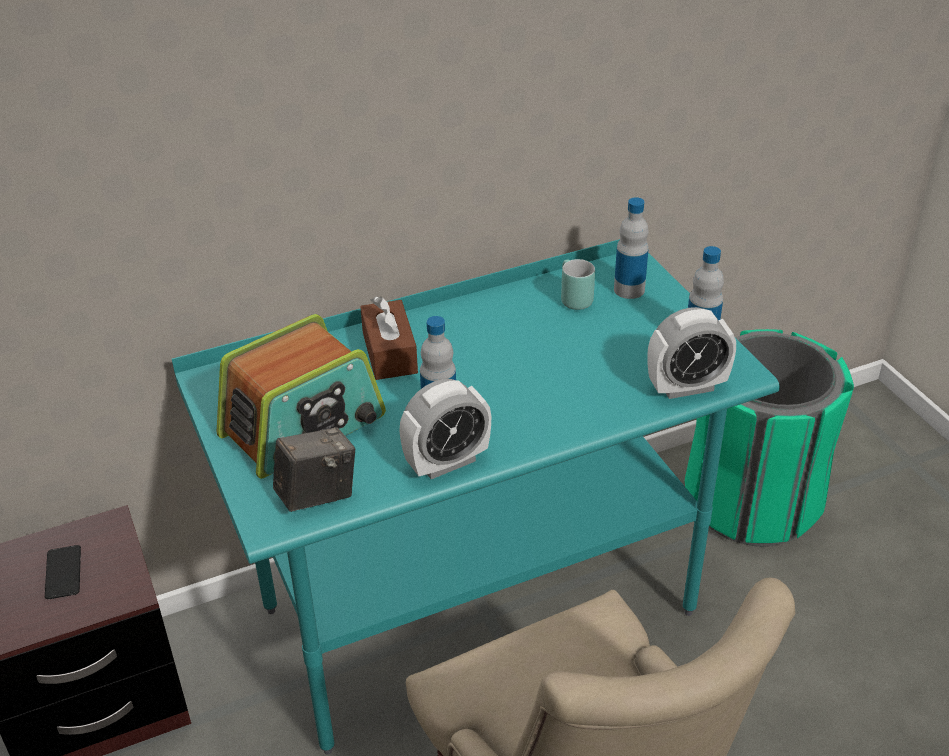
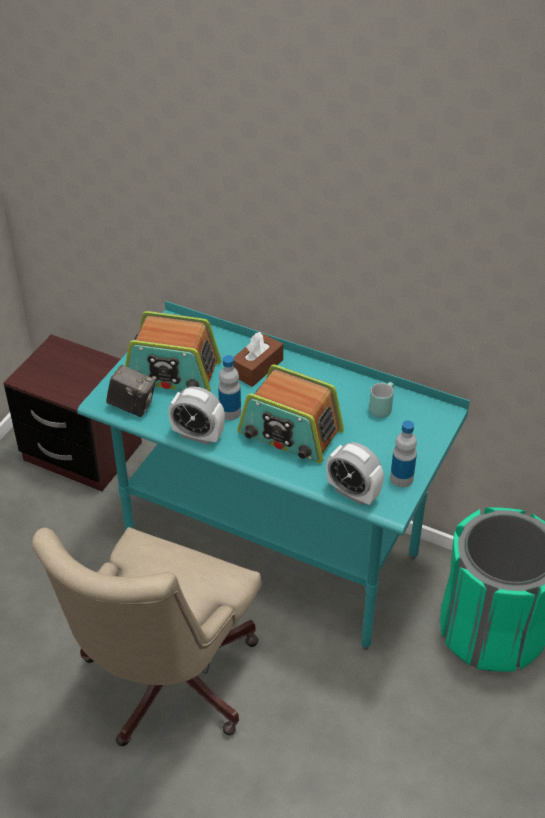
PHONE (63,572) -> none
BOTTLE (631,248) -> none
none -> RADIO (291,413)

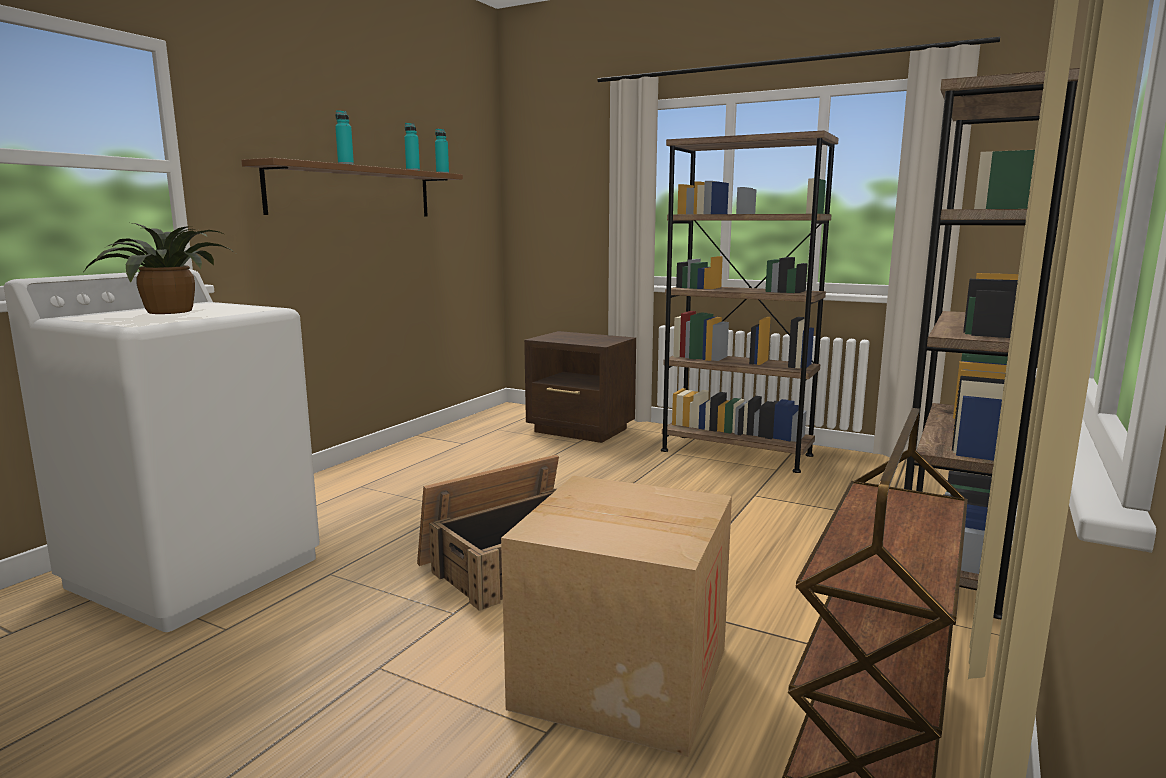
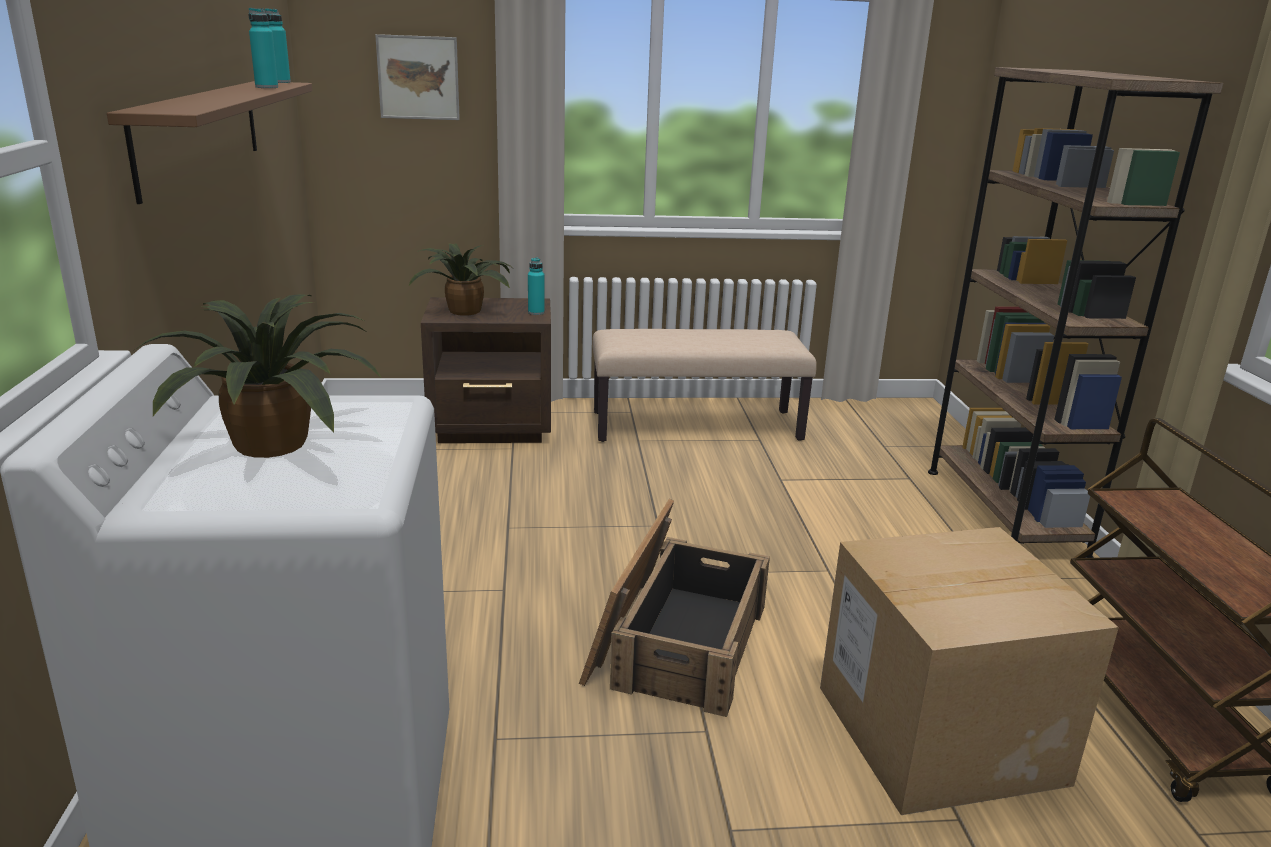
none -> PICTURE (417,77)
none -> POTTED PLANT (462,279)
TURQUOISE BOTTLE (344,137) -> TURQUOISE BOTTLE (536,286), shifted
BROWN BOOKCASE (750,301) -> BEIGE BENCH (704,385)

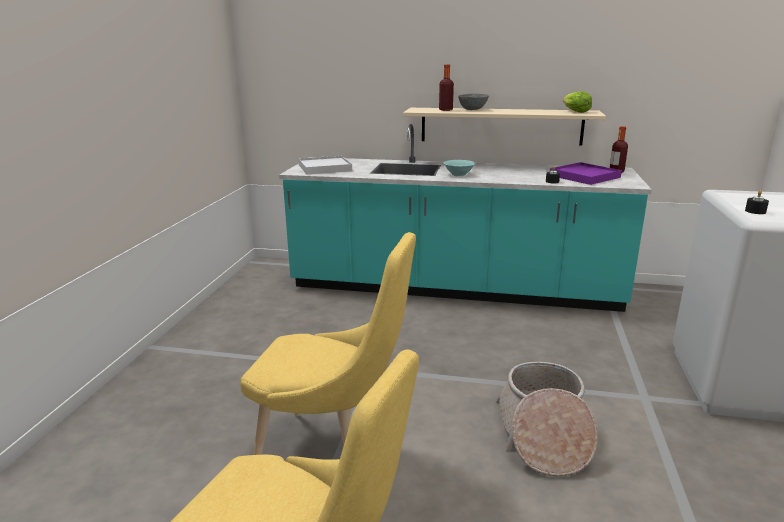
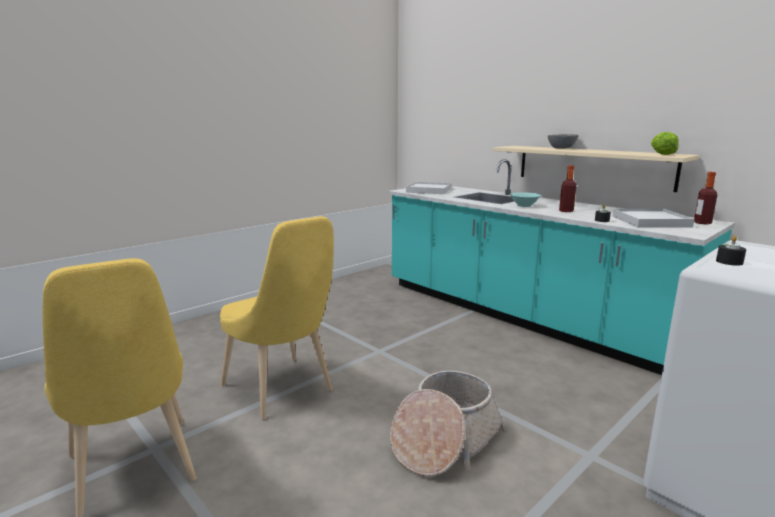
BOTTLE (446,87) -> BOTTLE (568,188), shifted
PURPLE TRAY (586,173) -> WHITE TRAY (653,218)

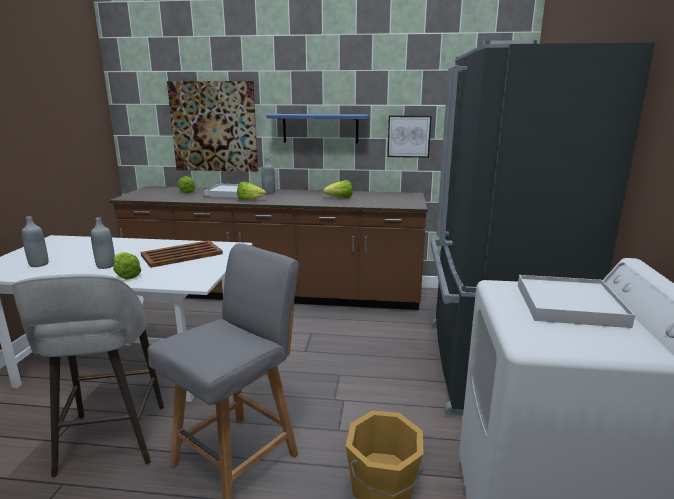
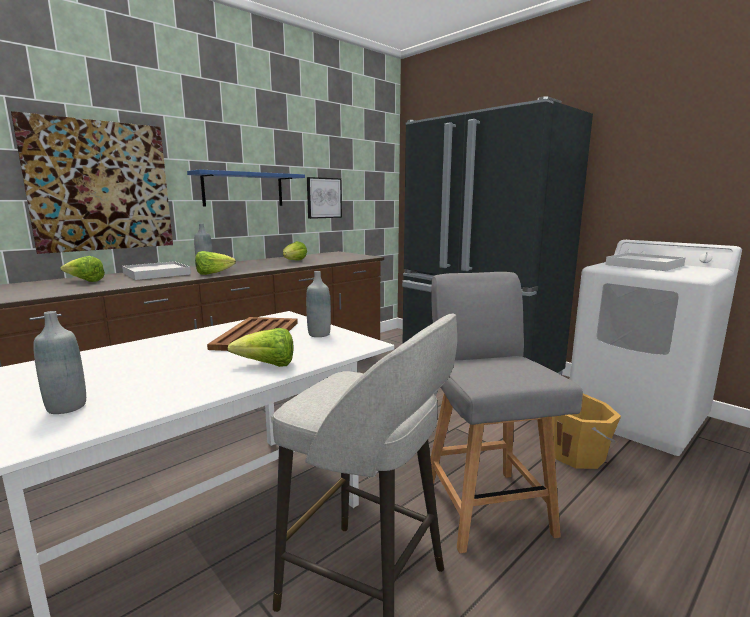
GREY BOTTLE (103,243) -> GREY BOTTLE (318,304), shifted

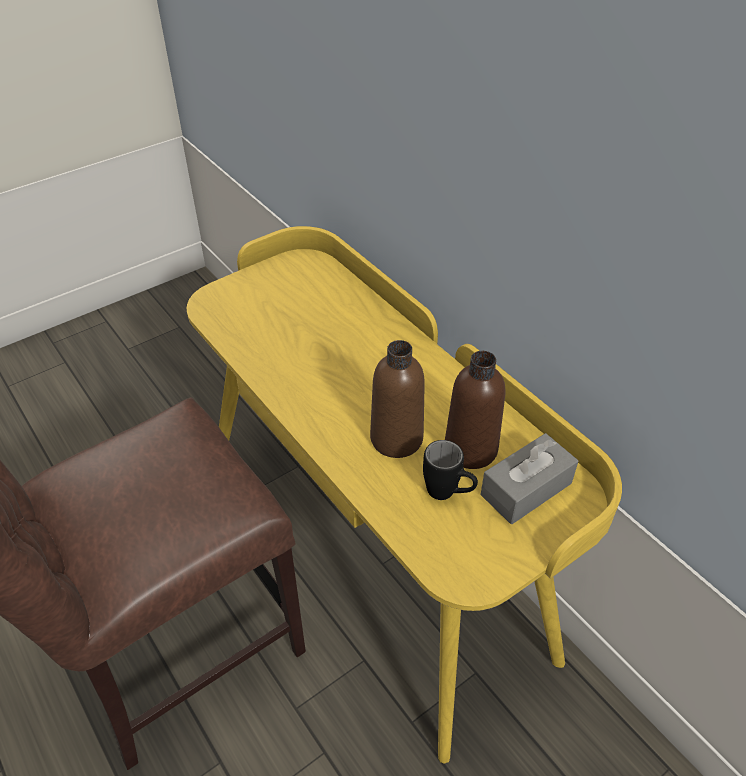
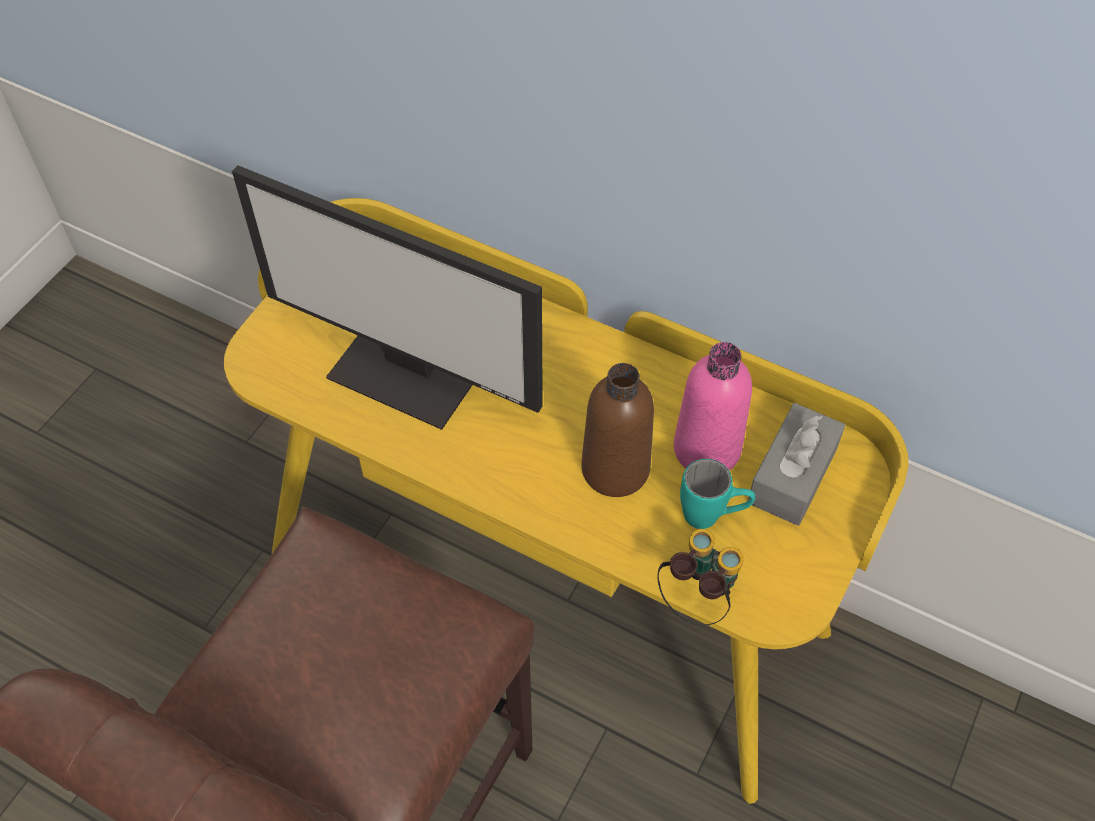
none -> MONITOR (387,297)
none -> BINOCULARS (700,577)
BLACK MUG (450,470) -> TURQUOISE MUG (717,494)
BROWN BOTTLE (475,410) -> PINK BOTTLE (713,406)

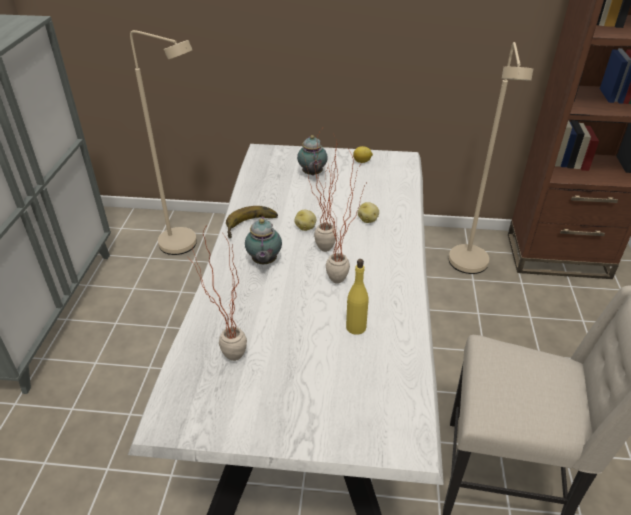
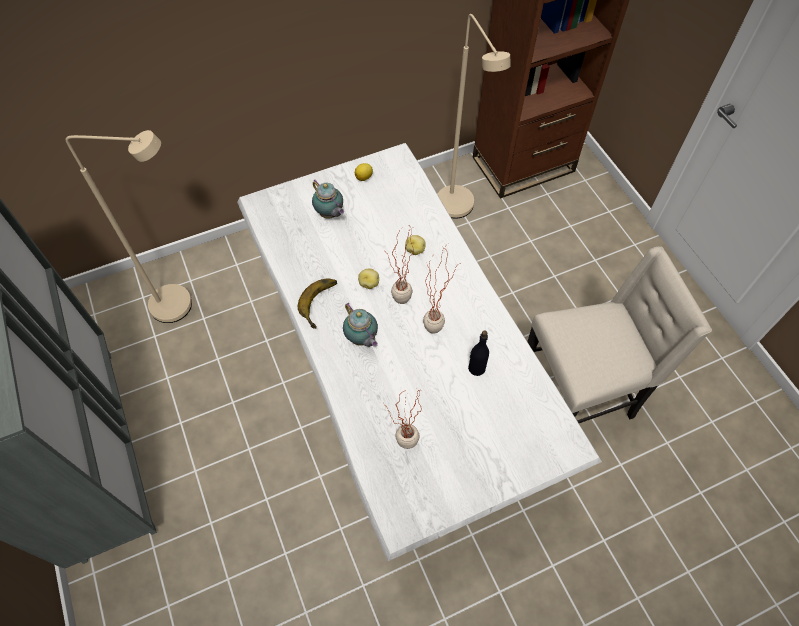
YELLOW BOTTLE (357,297) -> BLACK BOTTLE (478,353)

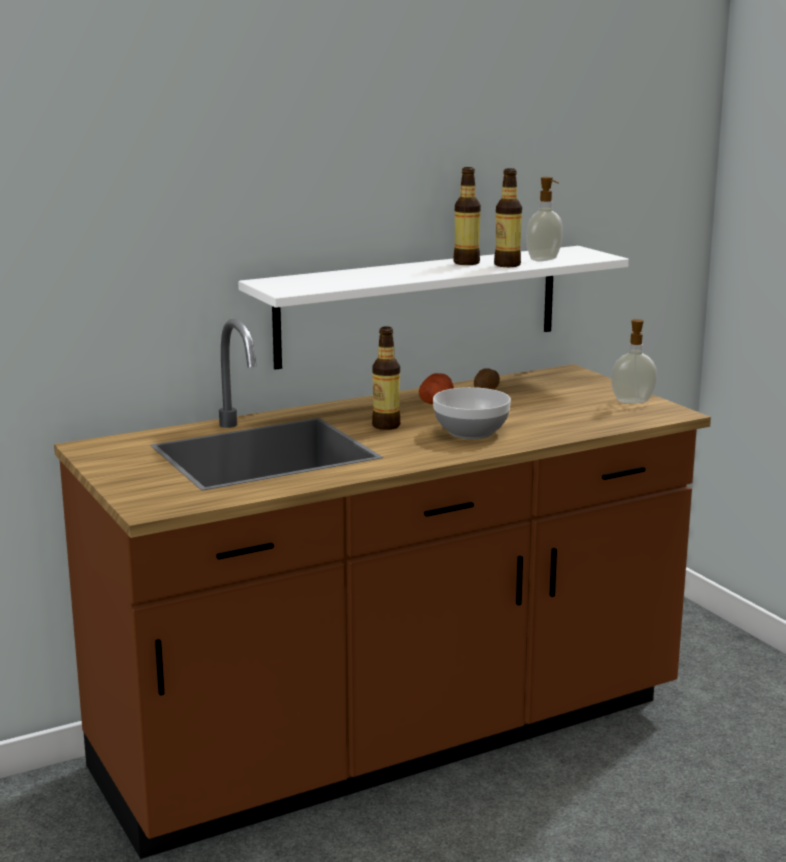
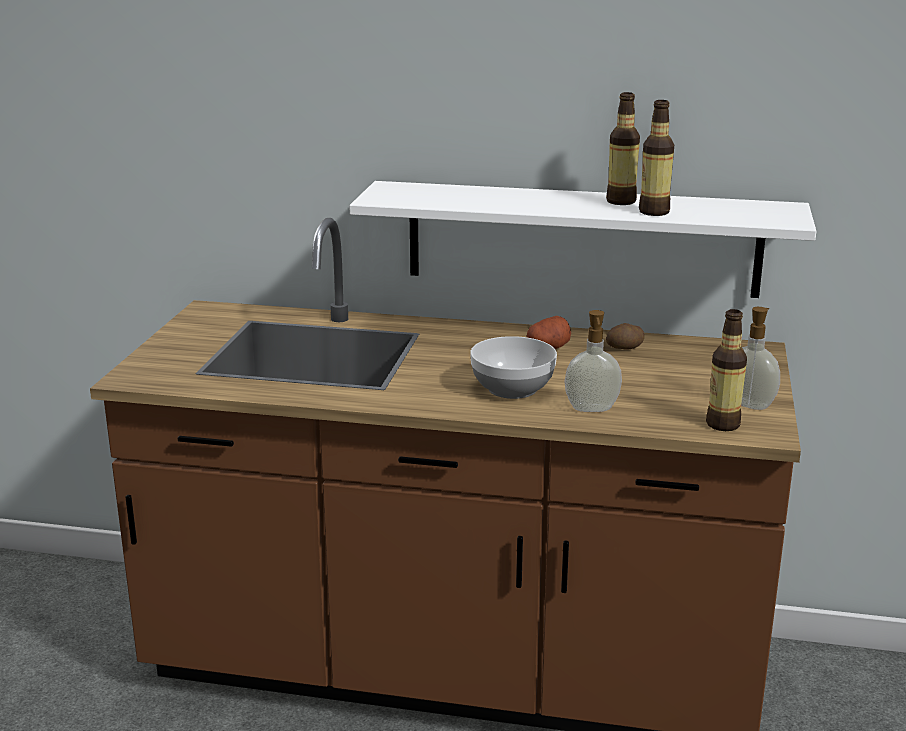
BOTTLE (386,378) -> BOTTLE (726,370), shifted
SOAP DISPENSER (544,219) -> SOAP DISPENSER (593,361), shifted

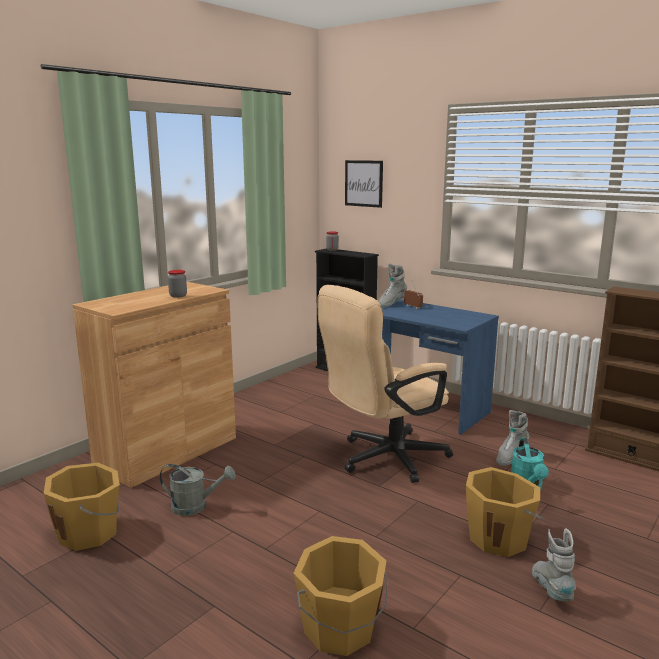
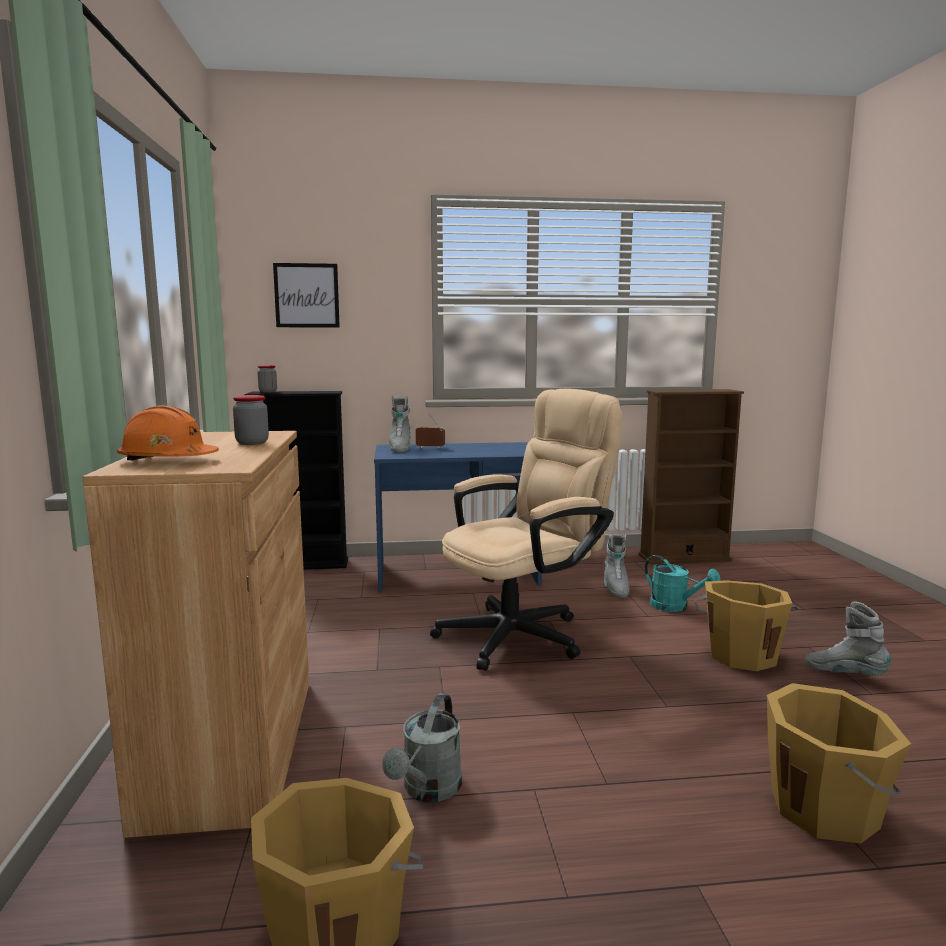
none -> ORANGE HARD HAT (168,433)
GREY WATERING CAN (197,490) -> GREY WATERING CAN (422,747), 150 degrees clockwise
BEIGE OFFICE CHAIR (385,384) -> BEIGE OFFICE CHAIR (526,530), 135 degrees counterclockwise

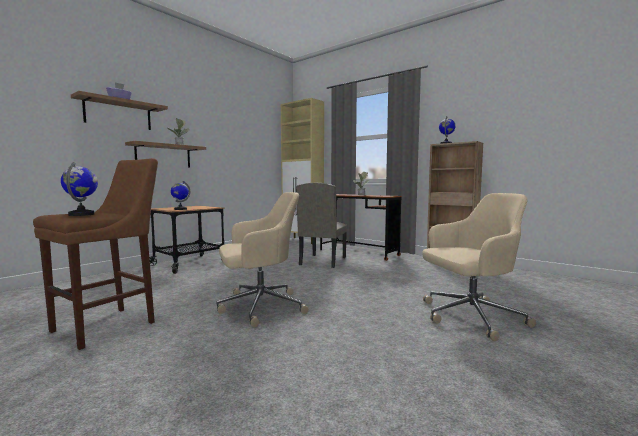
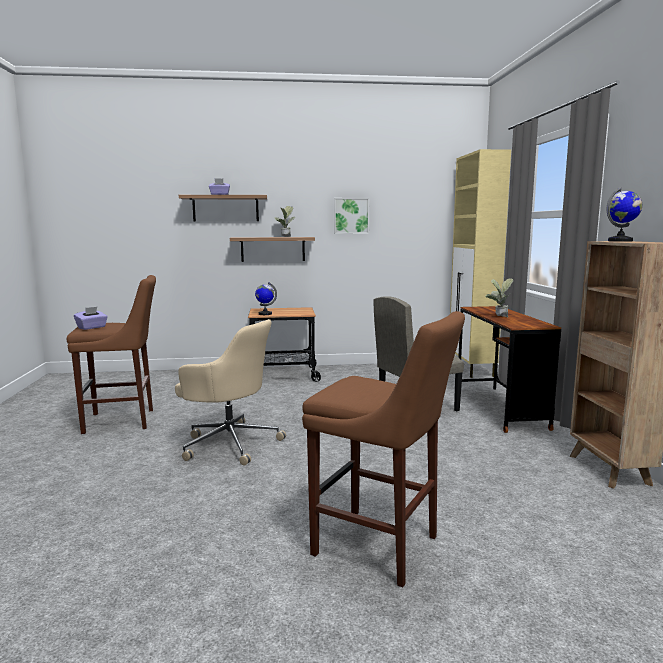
none -> PICTURE (351,216)
GLOBE (79,189) -> PURPLE TISSUE BOX (91,318)
BEIGE OFFICE CHAIR (479,267) -> BROWN STOOL (383,449)

